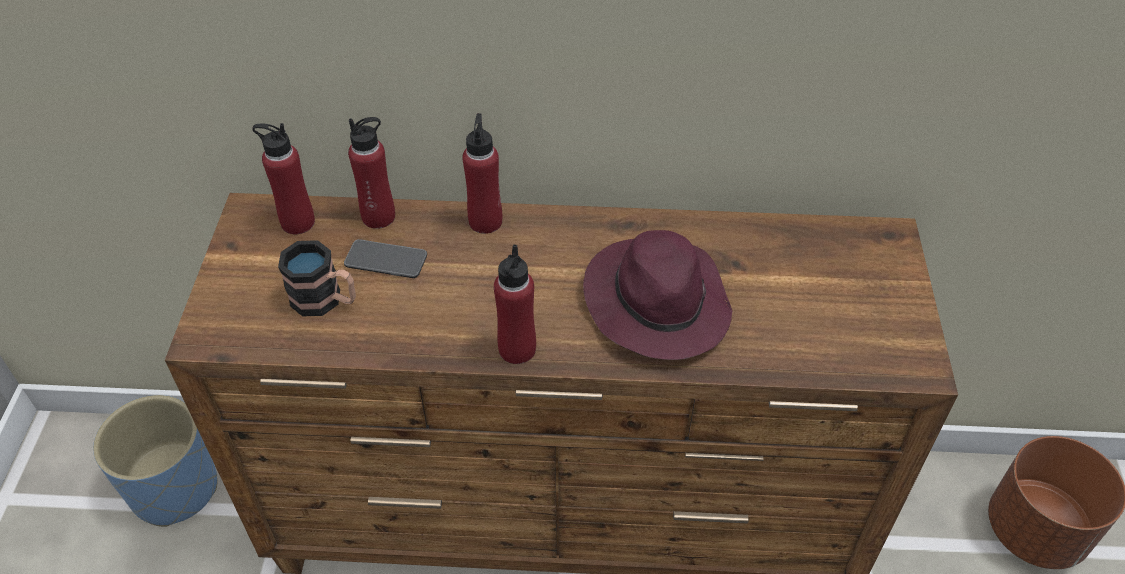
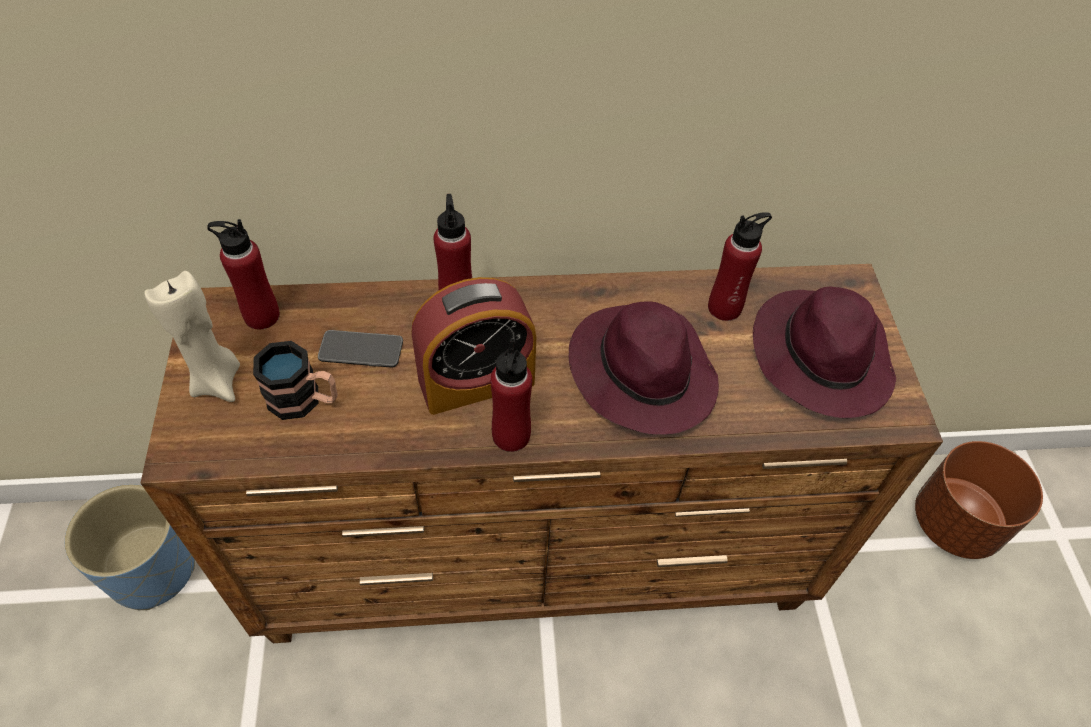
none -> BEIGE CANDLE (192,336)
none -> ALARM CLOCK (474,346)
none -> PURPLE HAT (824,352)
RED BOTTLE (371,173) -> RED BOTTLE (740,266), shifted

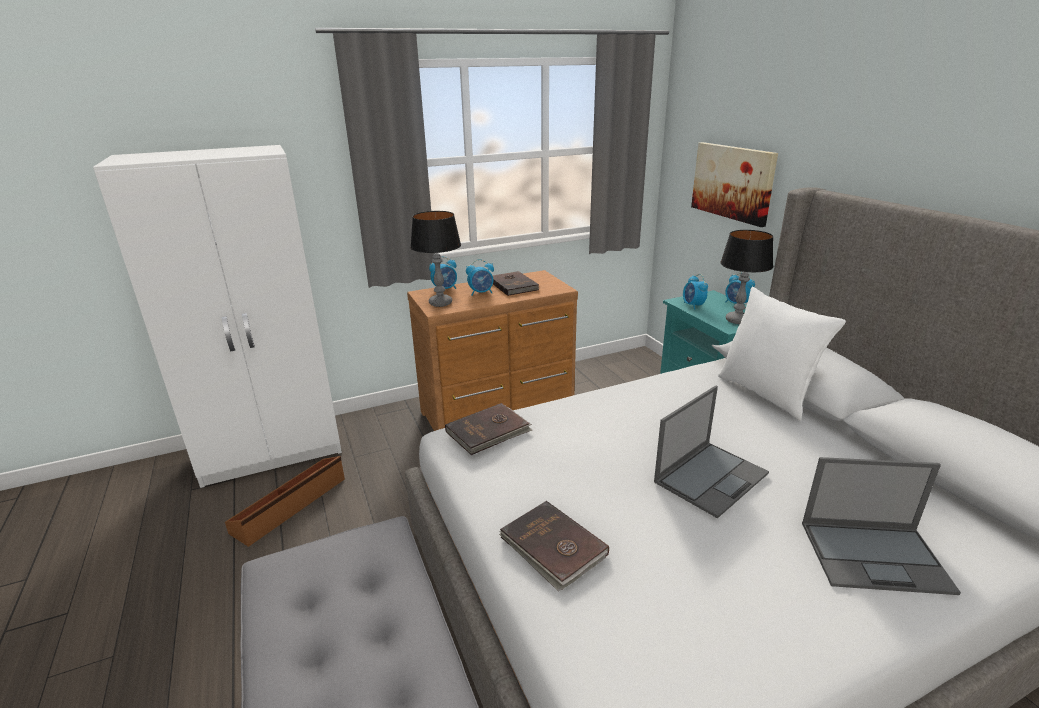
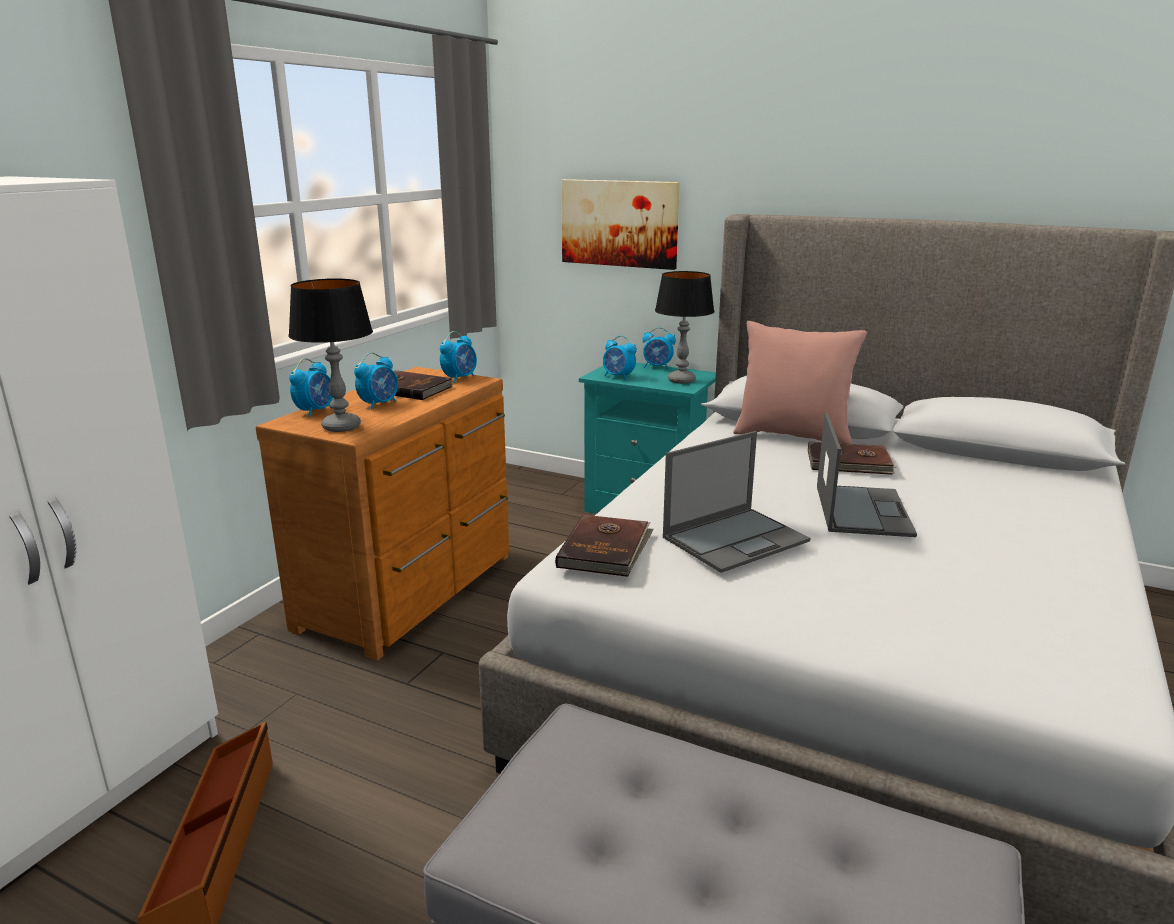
none -> ALARM CLOCK (458,357)
BROWN BOOK (554,546) -> BROWN BOOK (852,458), shifted
LAPTOP (881,526) -> LAPTOP (736,502), shifted
WHITE PILLOW (782,354) -> PINK PILLOW (800,382)

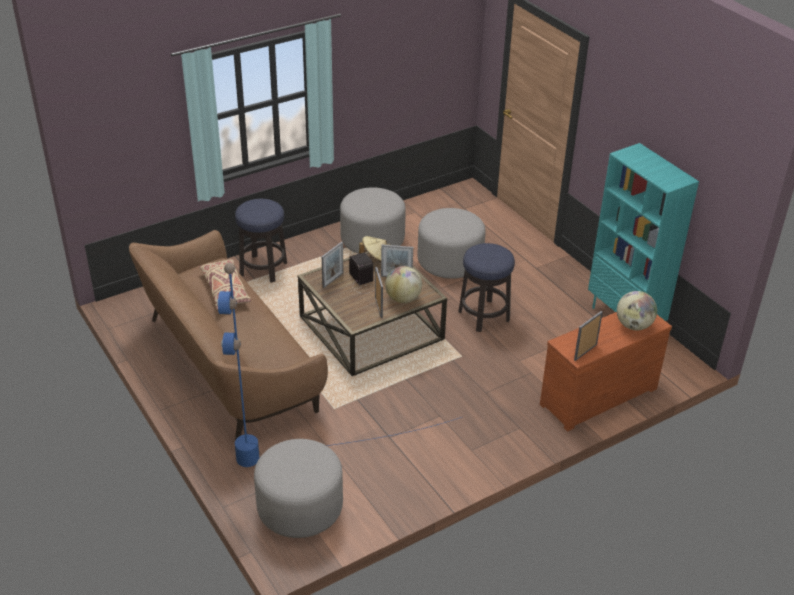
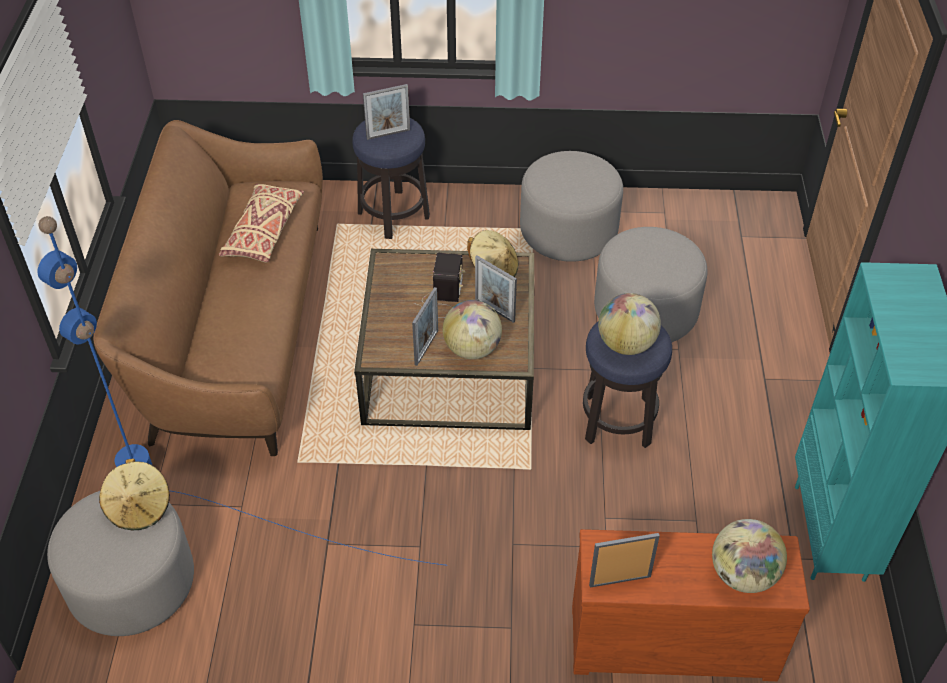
none -> BEIGE HAT (134,494)
none -> GLOBE (629,324)
PICTURE FRAME (332,265) -> PICTURE FRAME (386,112), shifted

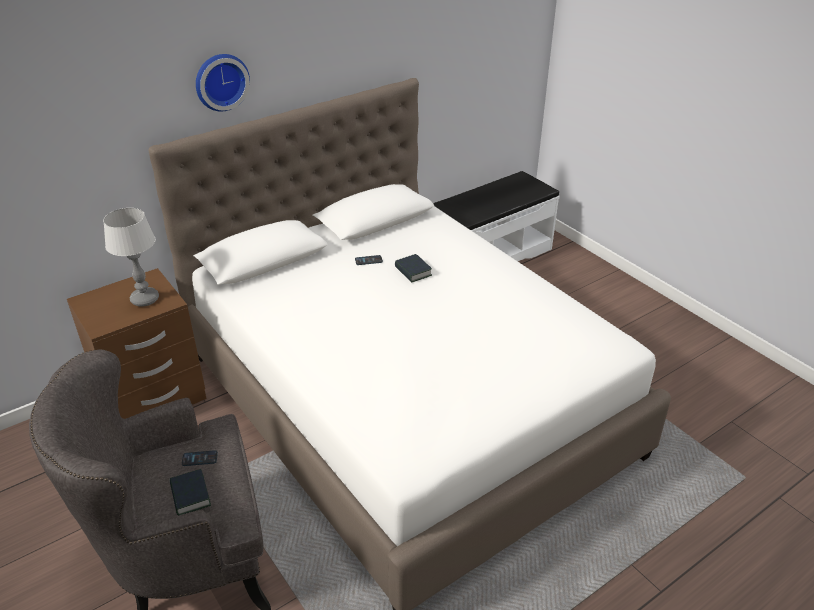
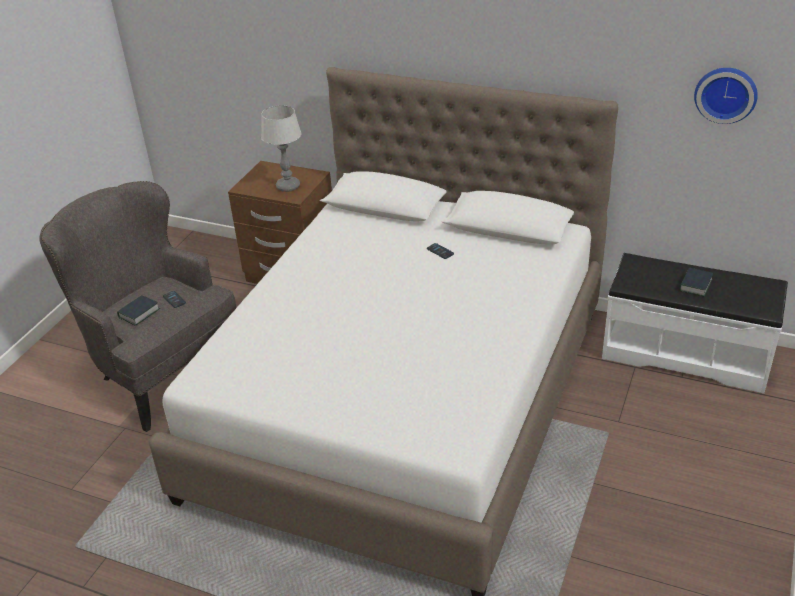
WALL CLOCK (223,82) -> WALL CLOCK (726,96), shifted
BOOK (413,268) -> BOOK (696,282), shifted

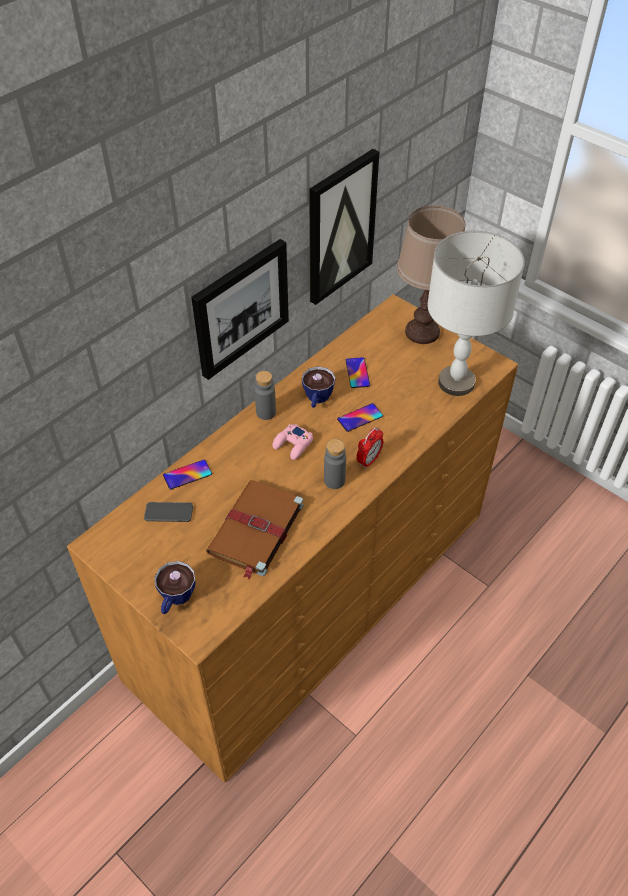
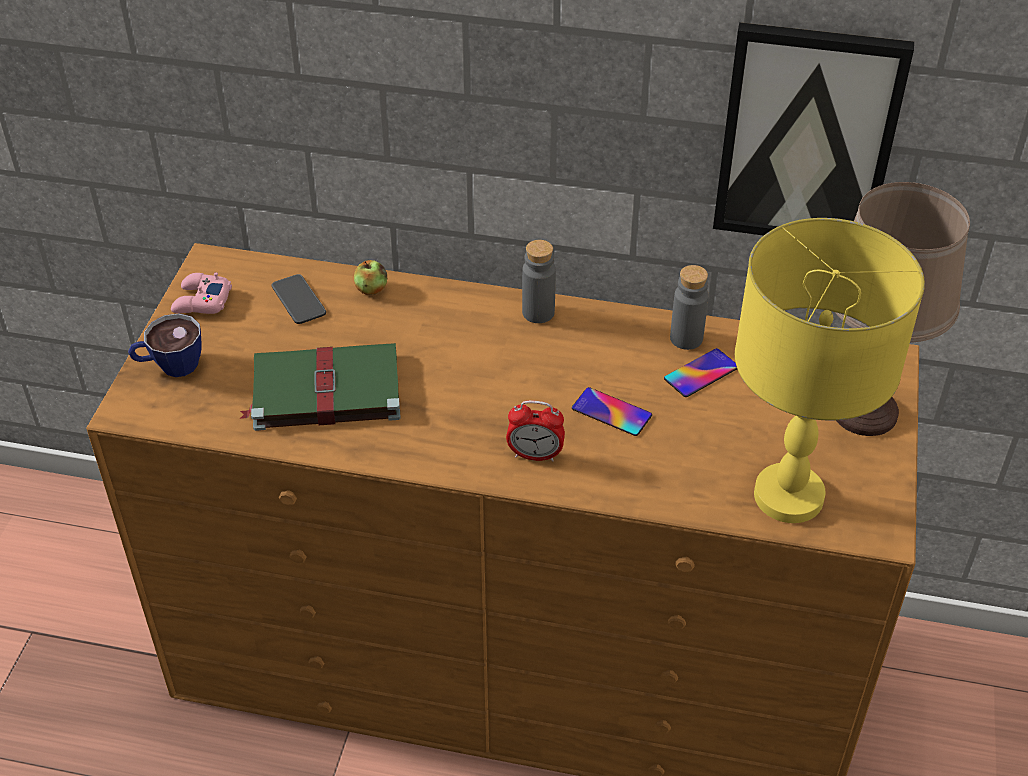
PICTURE (240,309) -> none
CUP (318,387) -> none
PINK GAME CONTROLLER (293,442) -> PINK GAME CONTROLLER (201,293), shifted
GREY BOTTLE (335,464) -> GREY BOTTLE (689,307), shifted
PHONE (187,475) -> APPLE (370,277)
BROWN BOOK (255,529) -> GREEN BOOK (320,387)
GREY TABLE LAMP (476,313) -> YELLOW TABLE LAMP (830,370)

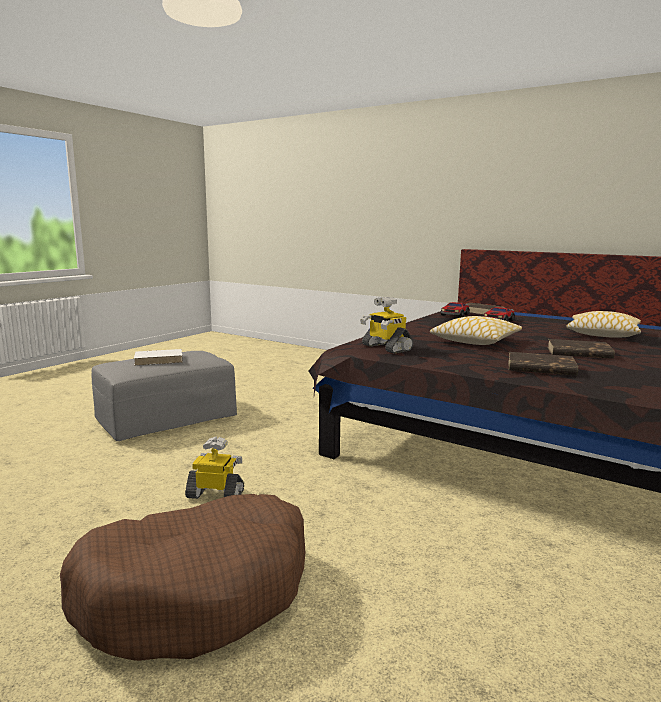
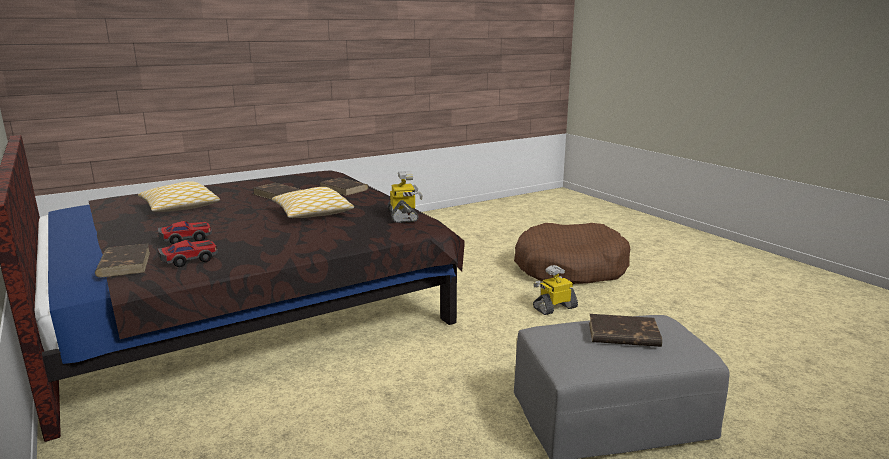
WHITE BOOK (158,357) -> BROWN BOOK (625,330)
TOY ROBOT (214,468) -> TOY ROBOT (555,290), 120 degrees clockwise

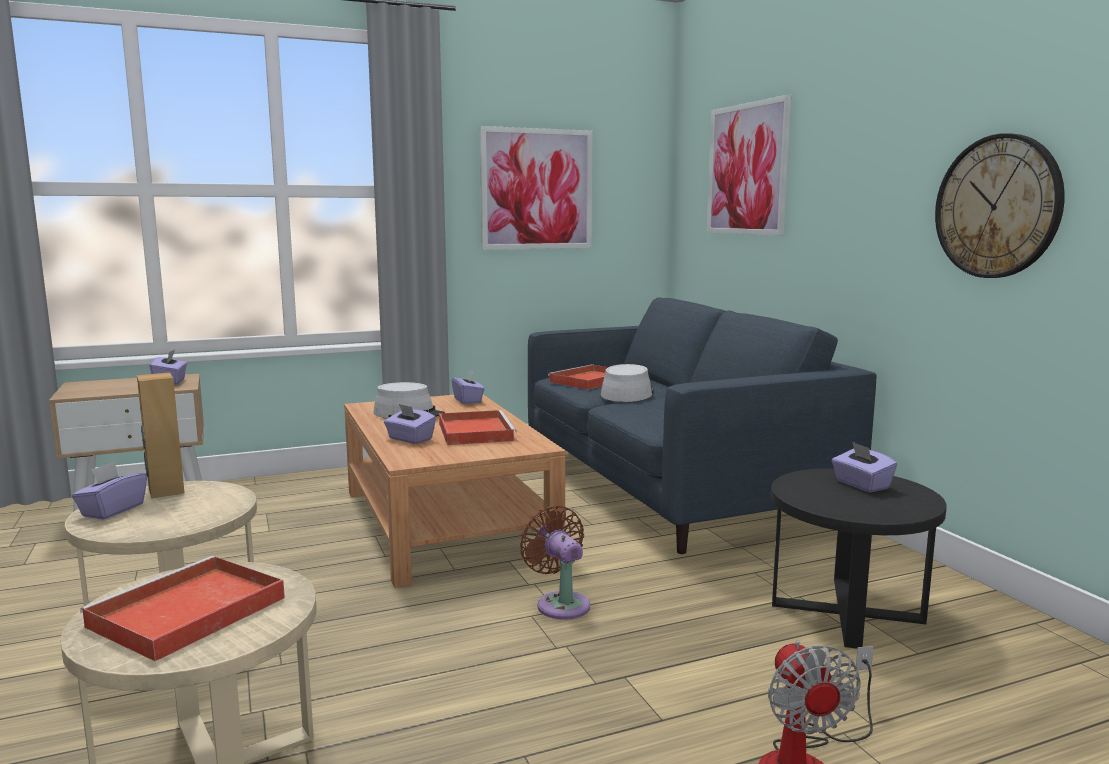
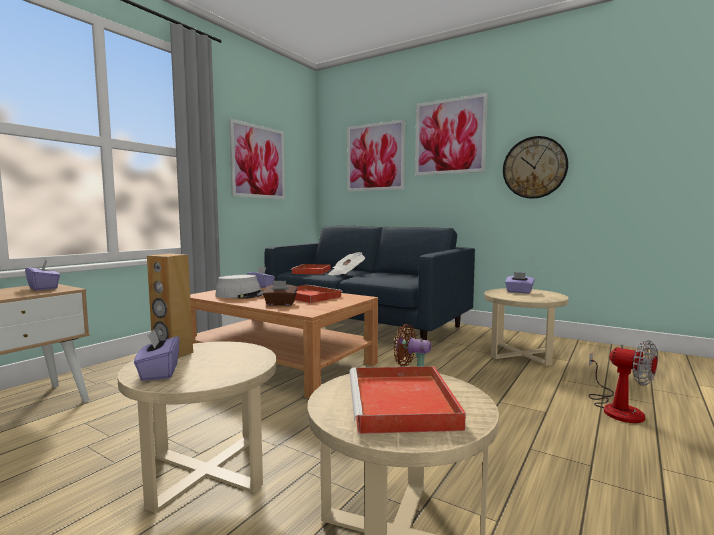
none -> PICTURE (451,134)
GREY HAT (627,383) -> NEWSPAPER (346,263)
PURPLE TISSUE BOX (410,424) -> BROWN TISSUE BOX (280,293)
BLACK SIDE TABLE (859,558) -> BEIGE SIDE TABLE (526,327)

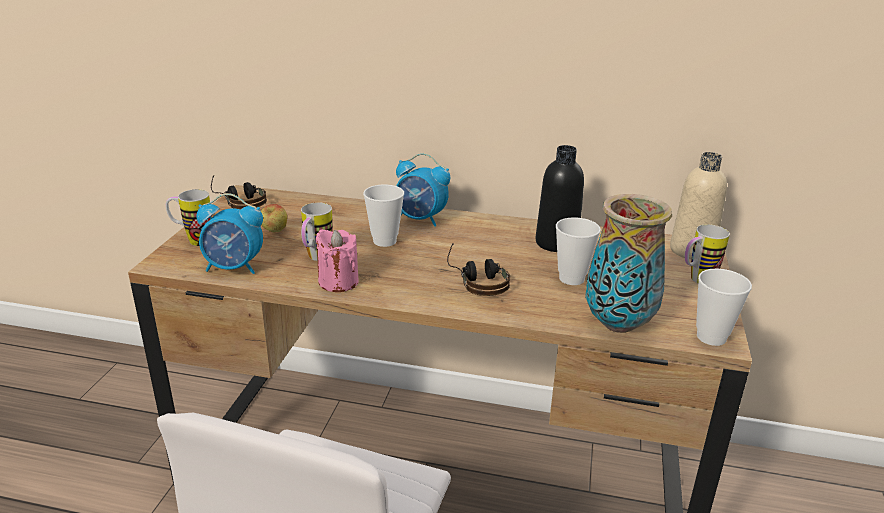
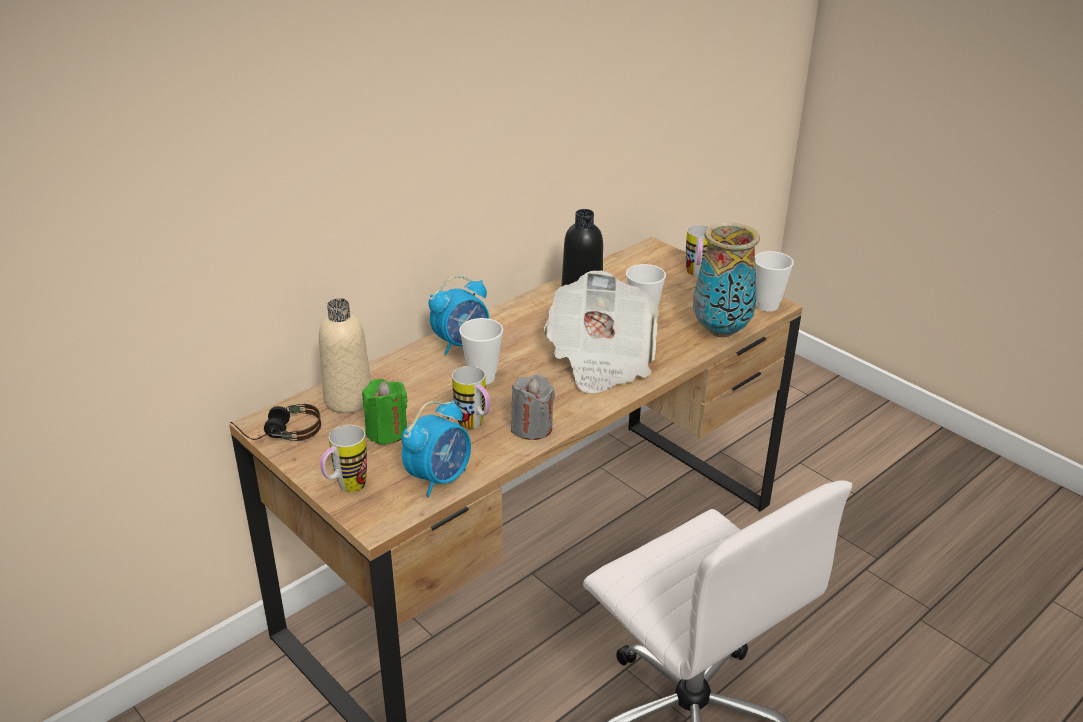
BEIGE BOTTLE (698,205) -> BEIGE BOTTLE (345,355), shifted
APPLE (274,218) -> GREEN CANDLE (385,412)
HEADPHONES (478,269) -> NEWSPAPER (601,332)
PINK CANDLE (337,260) -> GREY CANDLE (533,407)

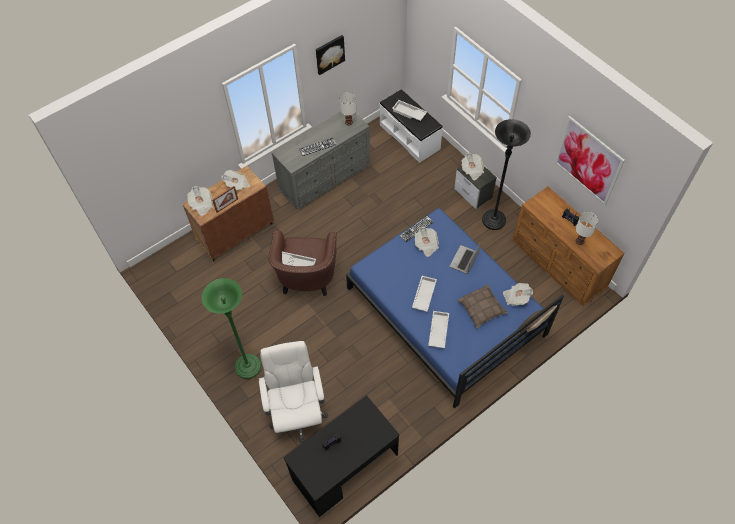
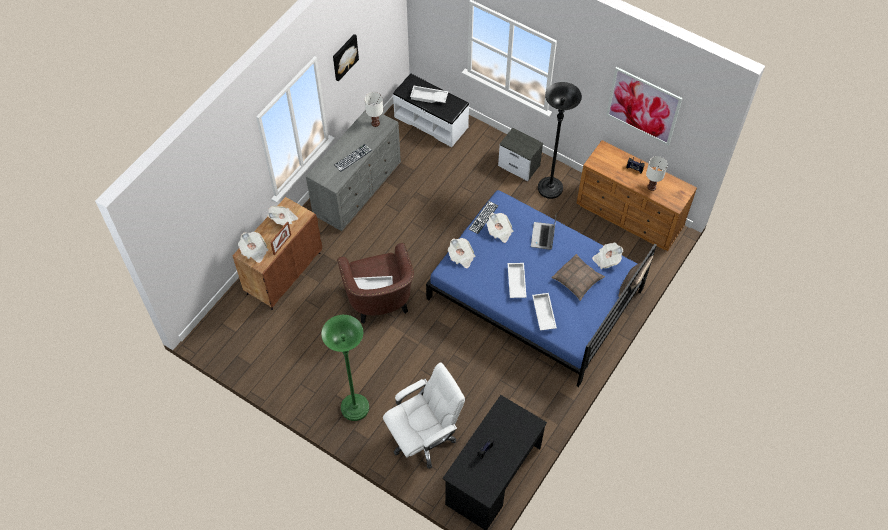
NEWSPAPER (473,166) -> NEWSPAPER (461,253), shifted
WHITE OFFICE CHAIR (293,392) -> WHITE OFFICE CHAIR (424,415), 90 degrees clockwise

